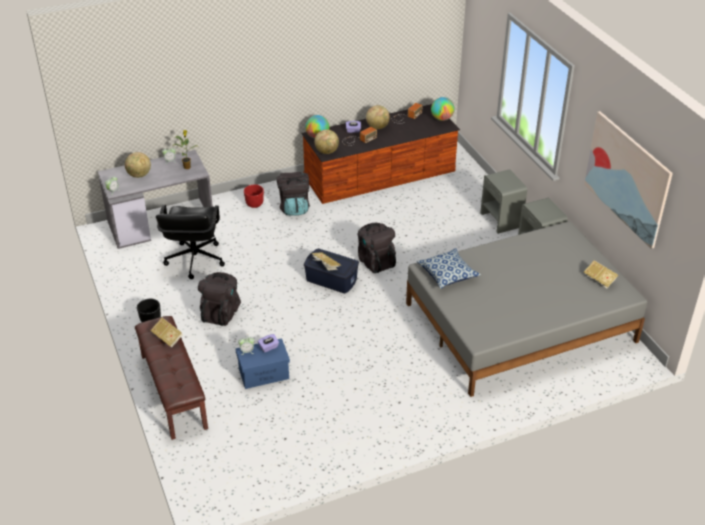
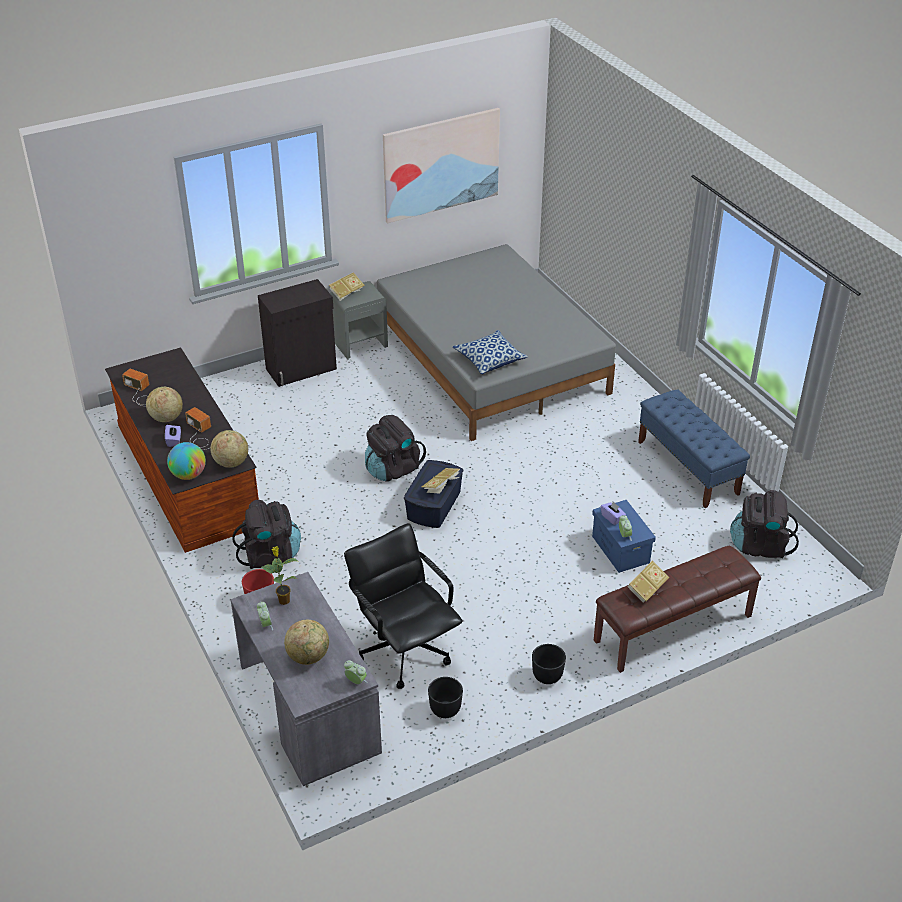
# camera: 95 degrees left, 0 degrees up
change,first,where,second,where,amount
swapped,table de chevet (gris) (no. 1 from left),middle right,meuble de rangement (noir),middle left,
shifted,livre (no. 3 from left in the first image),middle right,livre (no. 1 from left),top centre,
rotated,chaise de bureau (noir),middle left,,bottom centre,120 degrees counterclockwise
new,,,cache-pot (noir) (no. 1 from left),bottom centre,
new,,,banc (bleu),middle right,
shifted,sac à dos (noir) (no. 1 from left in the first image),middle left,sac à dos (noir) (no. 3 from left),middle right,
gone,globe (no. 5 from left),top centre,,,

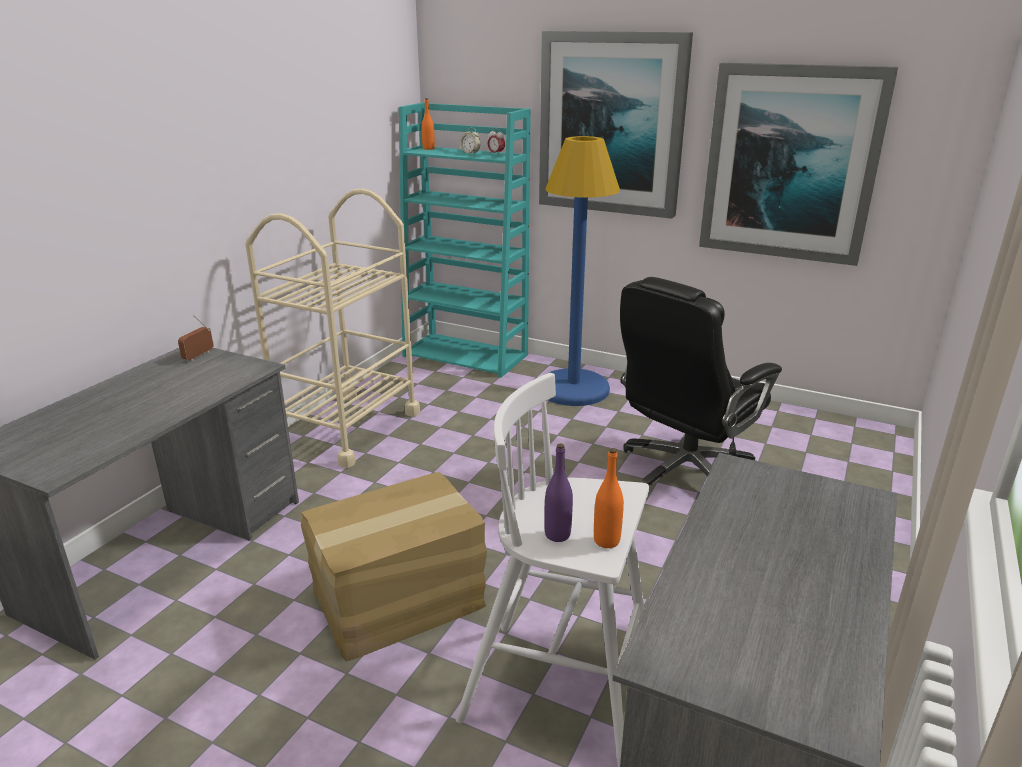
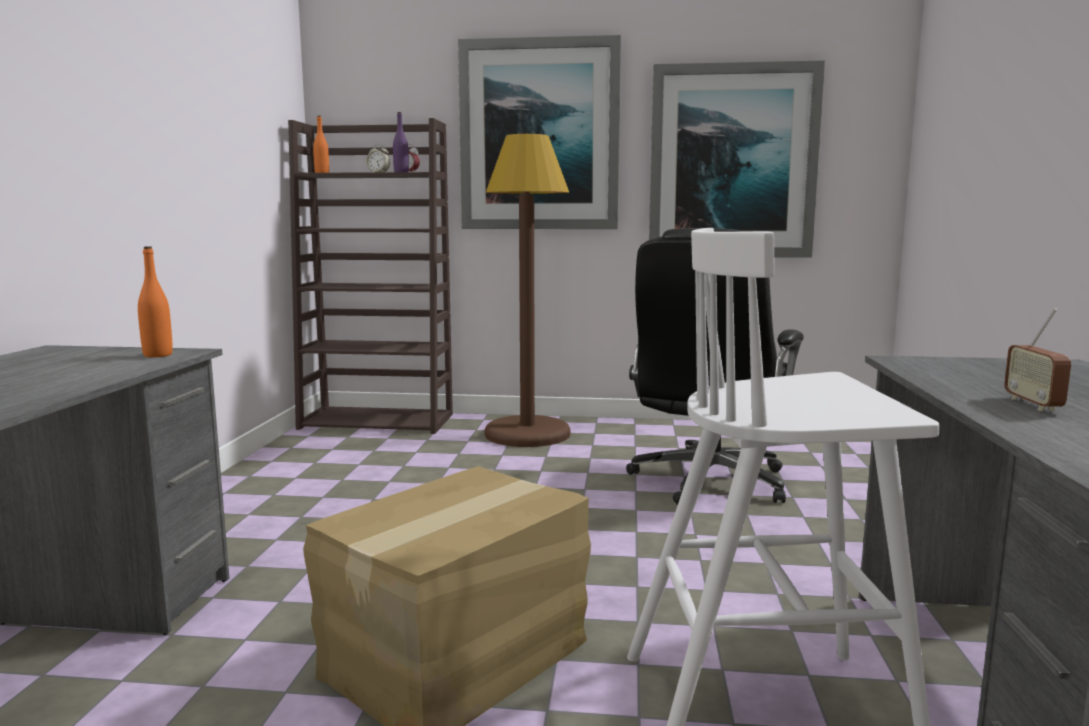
# camera: 20 degrees left, 15 degrees down
change,first,where,second,where,amount
shifted,bouteille (orange) (no. 2 from left in the first image),centre,bouteille (orange) (no. 1 from left),middle left,
repainted,bibliothèque (turquoise),top centre,bibliothèque (marron),centre,
shifted,bouteille (violet),centre,,top centre,
repainted,lampadaire (bleu),centre,lampadaire (marron),centre,
shifted,radio,middle left,,middle right,
gone,chariot (beige),middle left,,,

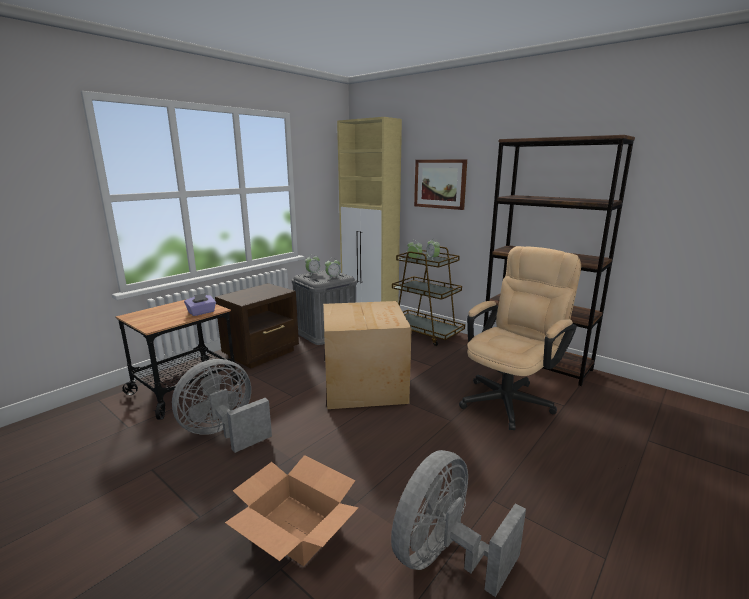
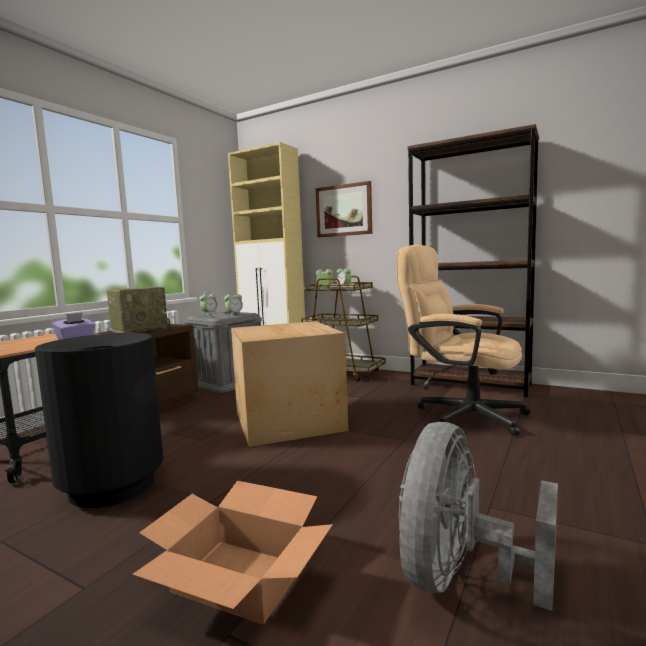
# camera: 10 degrees left, 10 degrees down
change,first,where,second,where,amount
swapped,ventilateur (gris) (no. 1 from left),bottom left,poubelle (noir),middle left,
new,,,radio,middle left,
rotated,chaise de bureau (beige),middle right,,middle right,90 degrees counterclockwise

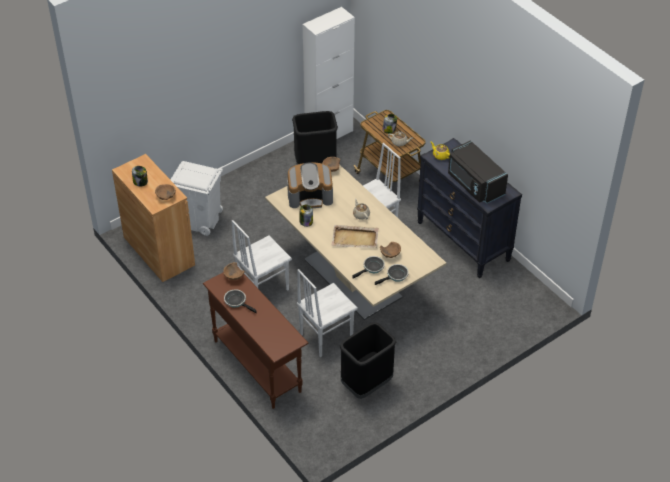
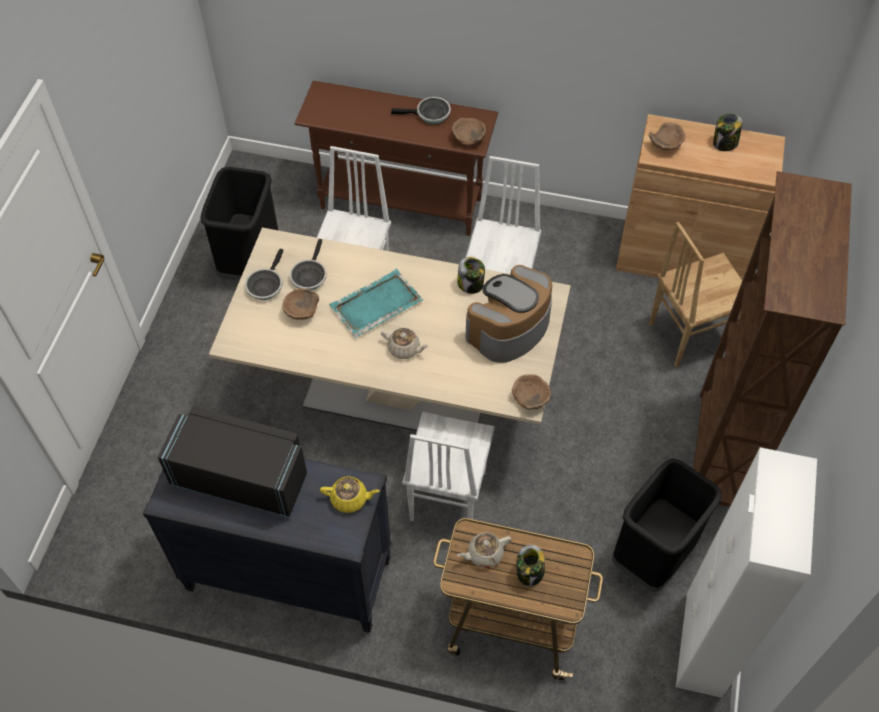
# camera: 140 degrees right, 10 degrees up
change,first,where,second,where,amount
repainted,plateau (beige),centre,plateau (turquoise),centre,
swapped,poubelle (blanc),middle left,chaise (marron),middle right,
new,,,bibliothèque (marron),middle right,

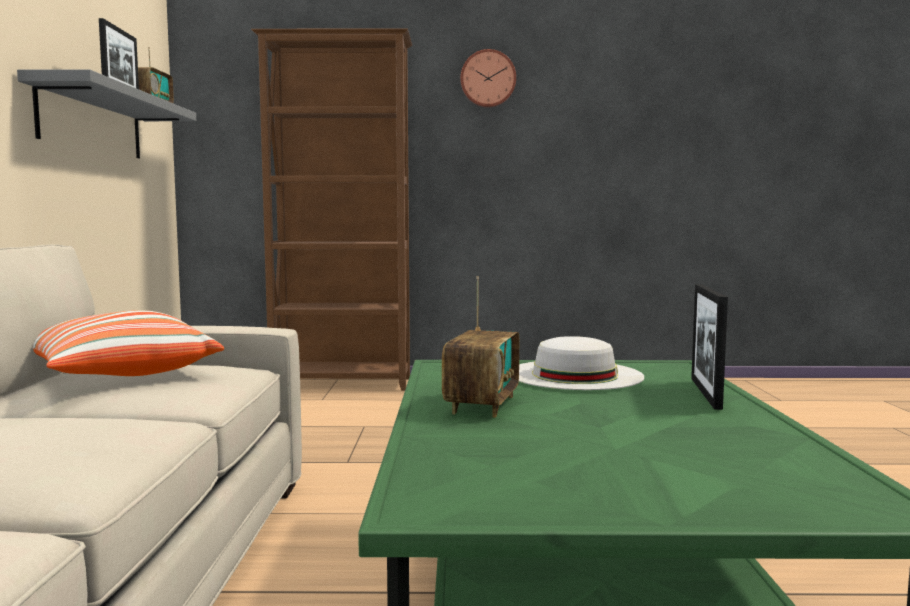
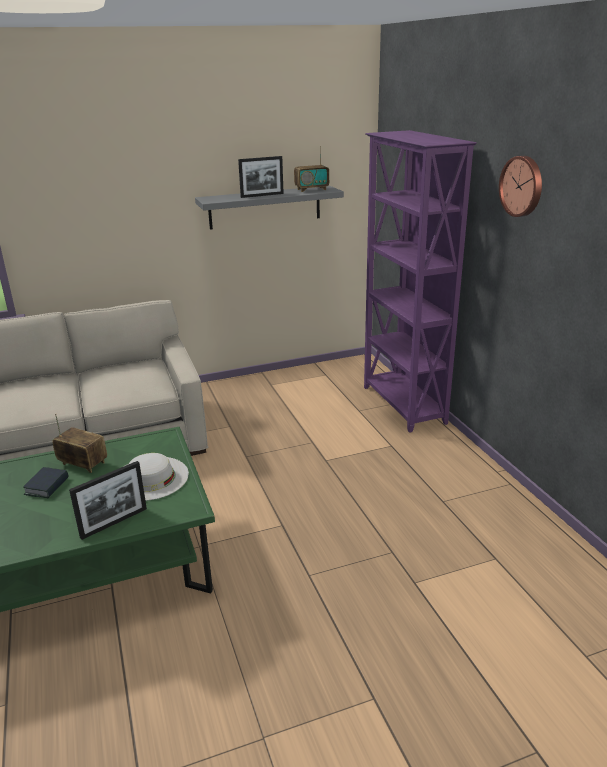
# camera: 70 degrees right, 20 degrees up
change,first,where,second,where,amount
new,,,livre,middle left,
rotated,radio (no. 2 from left in the first image),centre,radio (no. 1 from left),middle left,150 degrees counterclockwise
rotated,cadre photo (no. 2 from left in the first image),middle right,cadre photo (no. 1 from left),middle left,150 degrees clockwise
repainted,bibliothèque (marron),centre,bibliothèque (violet),middle right,
gone,coussin,middle left,,,

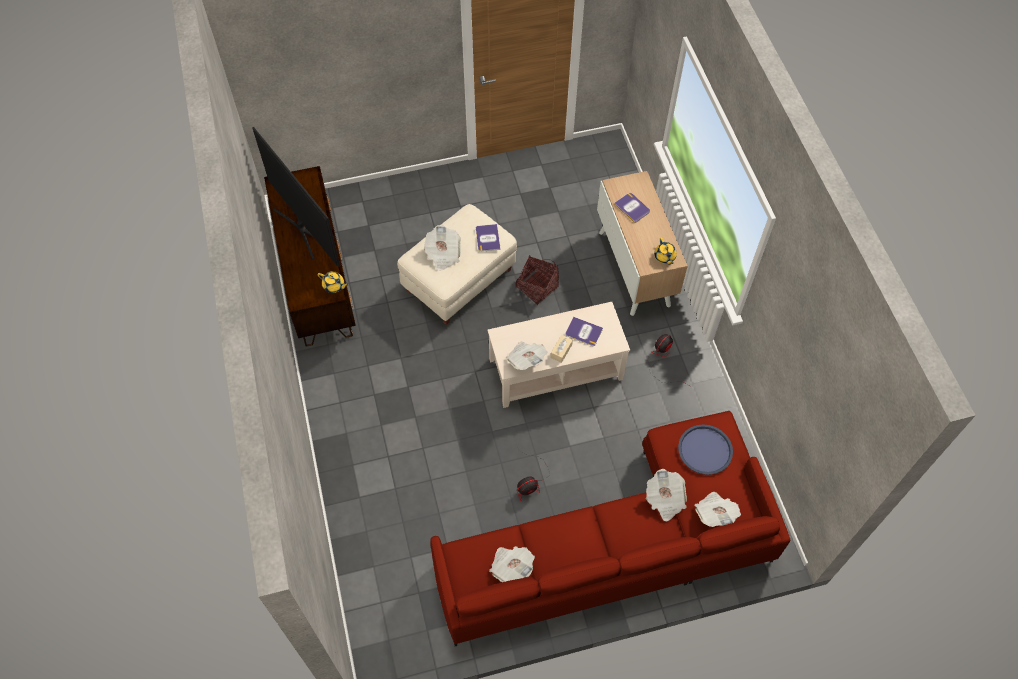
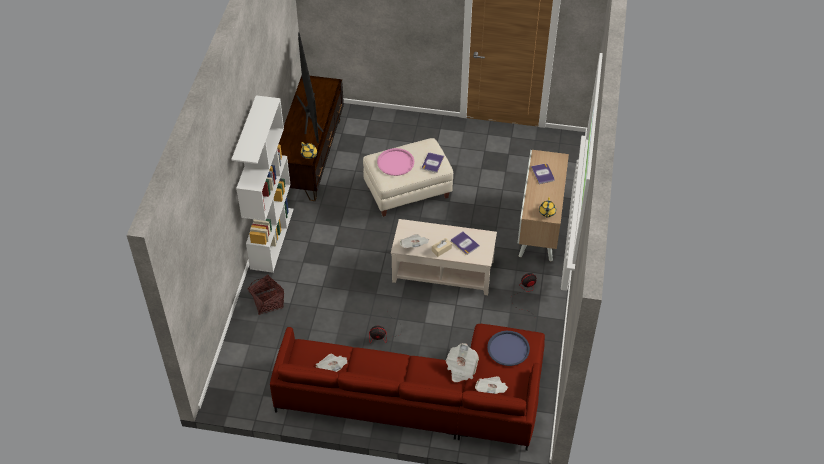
# camera: 25 degrees right, 10 degrees down
change,first,where,second,where,amount
new,,,bibliothèque (blanc),middle left,
shifted,panier,centre,,middle left,
swapped,journal (no. 1 from left),centre,plateau (rose),centre,

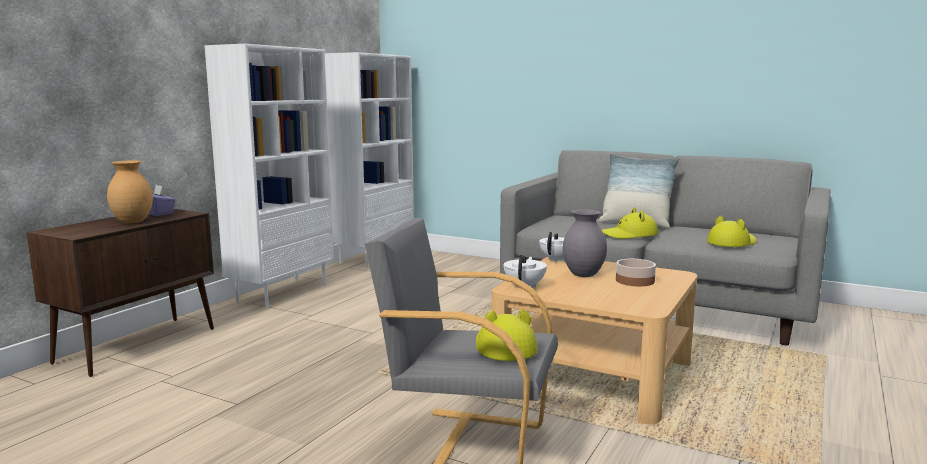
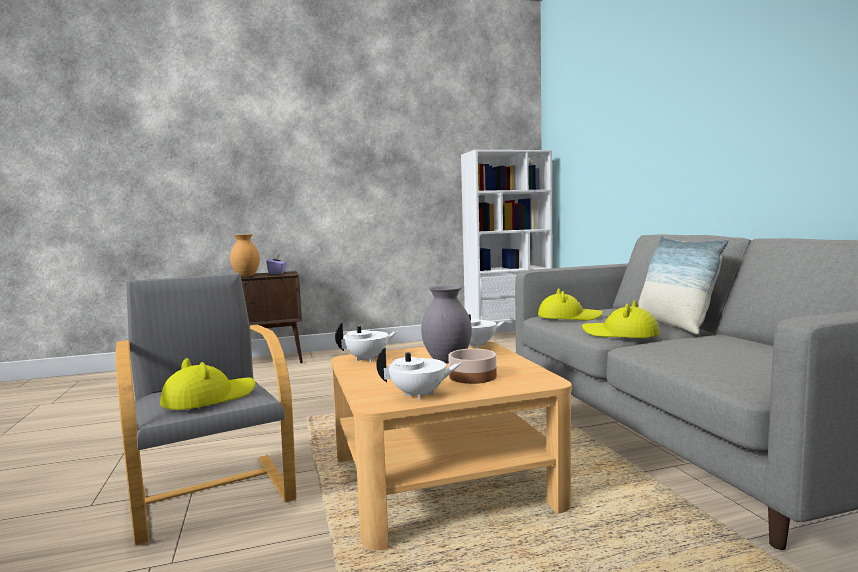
# camera: 45 degrees right, 5 degrees down
change,first,where,second,where,amount
new,,,théière (blanc) (no. 2 from left),centre,
shifted,chapeau (jaune) (no. 3 from left in the first image),middle right,chapeau (jaune) (no. 2 from left),centre,
gone,bibliothèque (blanc) (no. 1 from left),middle left,,,

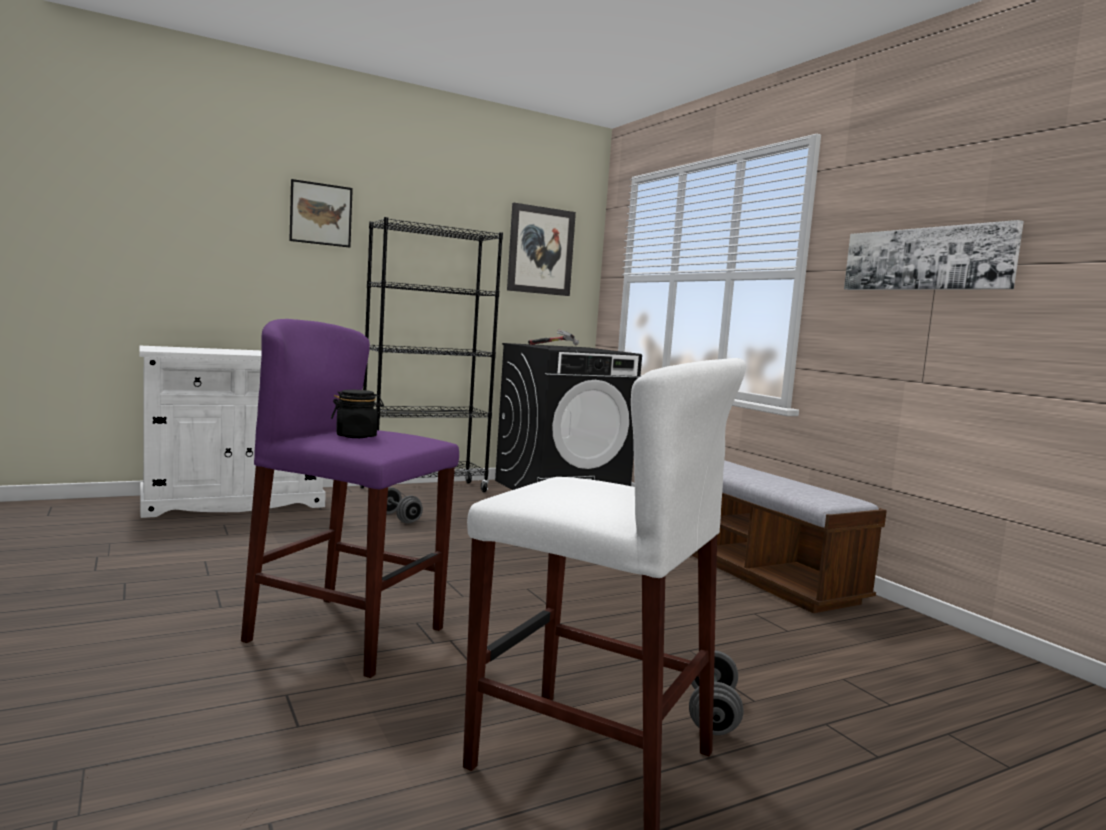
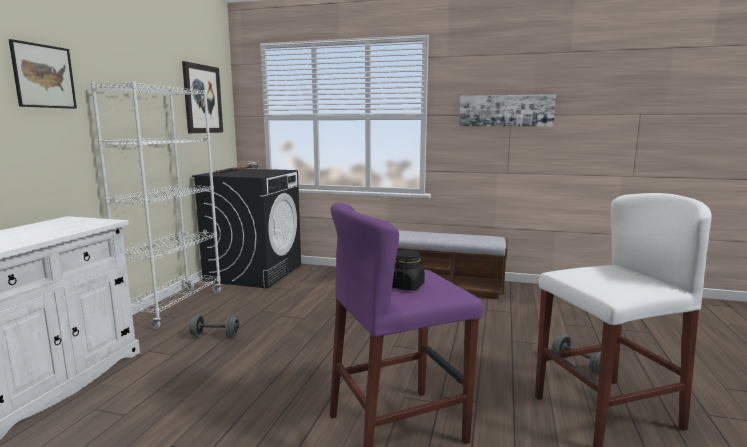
# camera: 45 degrees left, 5 degrees up
change,first,where,second,where,amount
repainted,bibliothèque (noir),centre,bibliothèque (blanc),middle left,

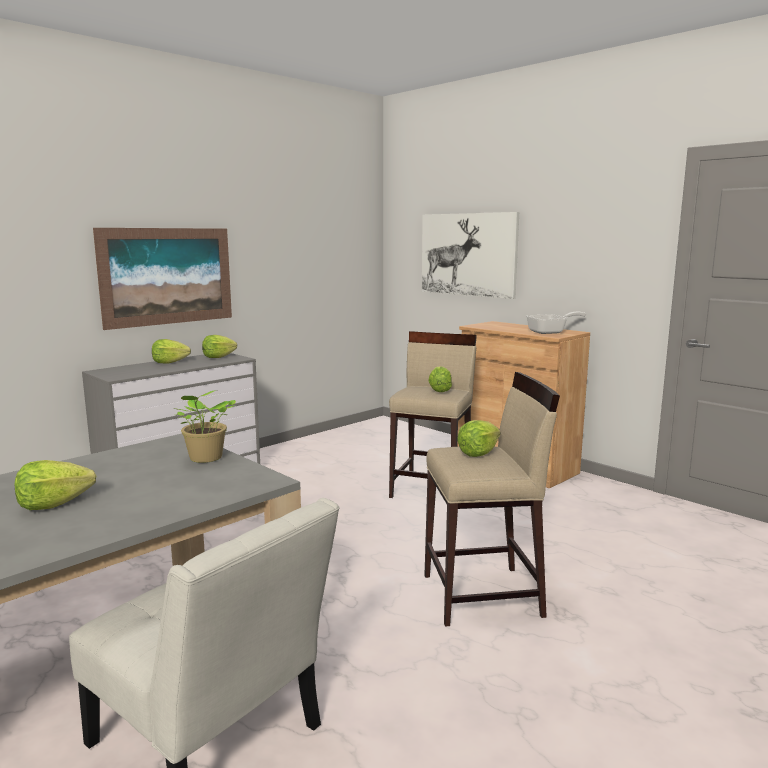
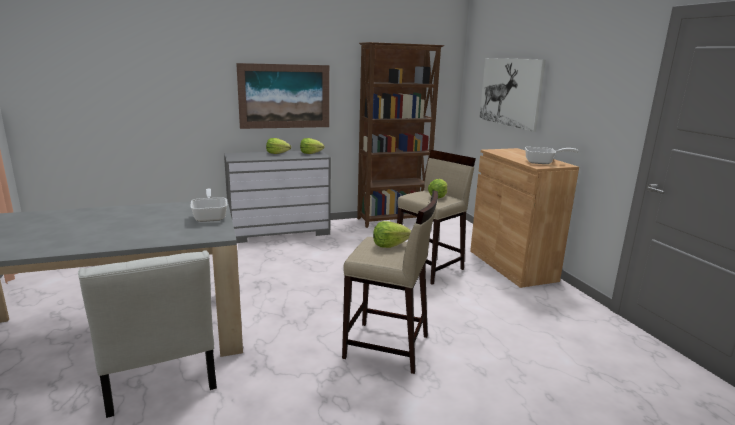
# camera: 25 degrees right, 5 degrees up
change,first,where,second,where,amount
swapped,plante en pot,middle left,poêle (no. 1 from left),middle left,
new,,,bibliothèque (marron),top centre,
gone,laitue (no. 1 from left),middle left,,,

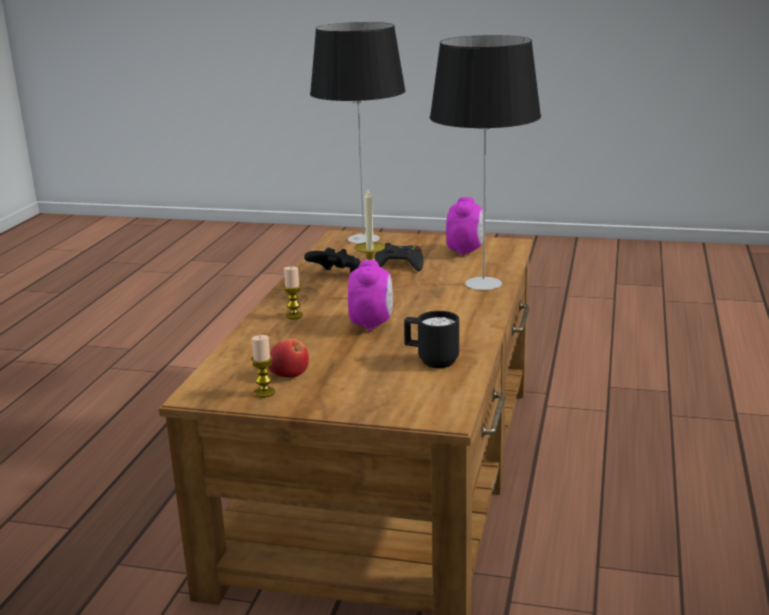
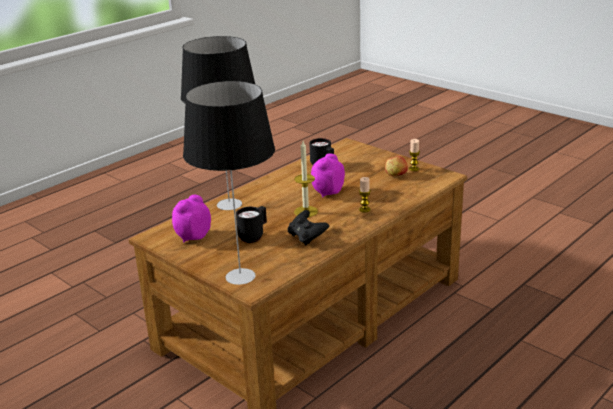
# camera: 150 degrees left, 5 degrees up
change,first,where,second,where,amount
swapped,manette (noir) (no. 2 from left),centre,mug (noir) (no. 1 from left),centre,

